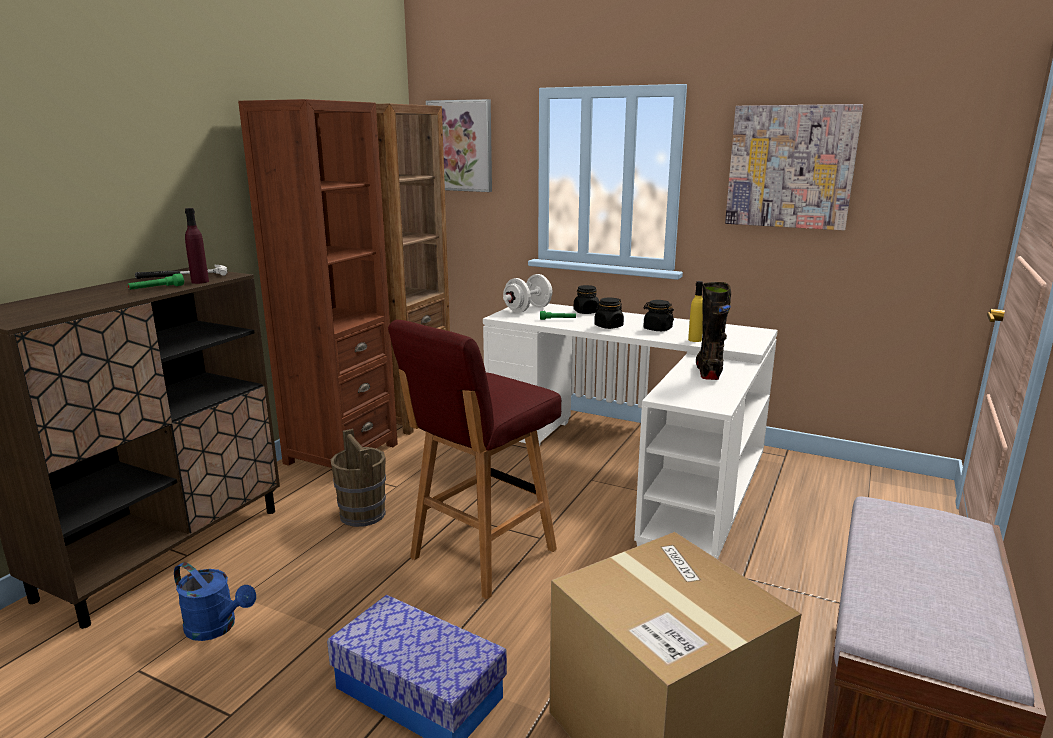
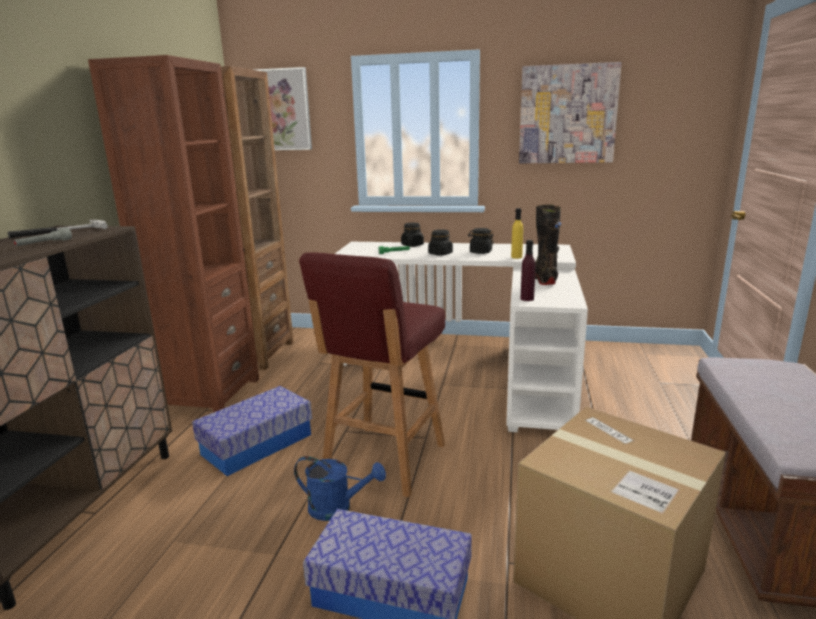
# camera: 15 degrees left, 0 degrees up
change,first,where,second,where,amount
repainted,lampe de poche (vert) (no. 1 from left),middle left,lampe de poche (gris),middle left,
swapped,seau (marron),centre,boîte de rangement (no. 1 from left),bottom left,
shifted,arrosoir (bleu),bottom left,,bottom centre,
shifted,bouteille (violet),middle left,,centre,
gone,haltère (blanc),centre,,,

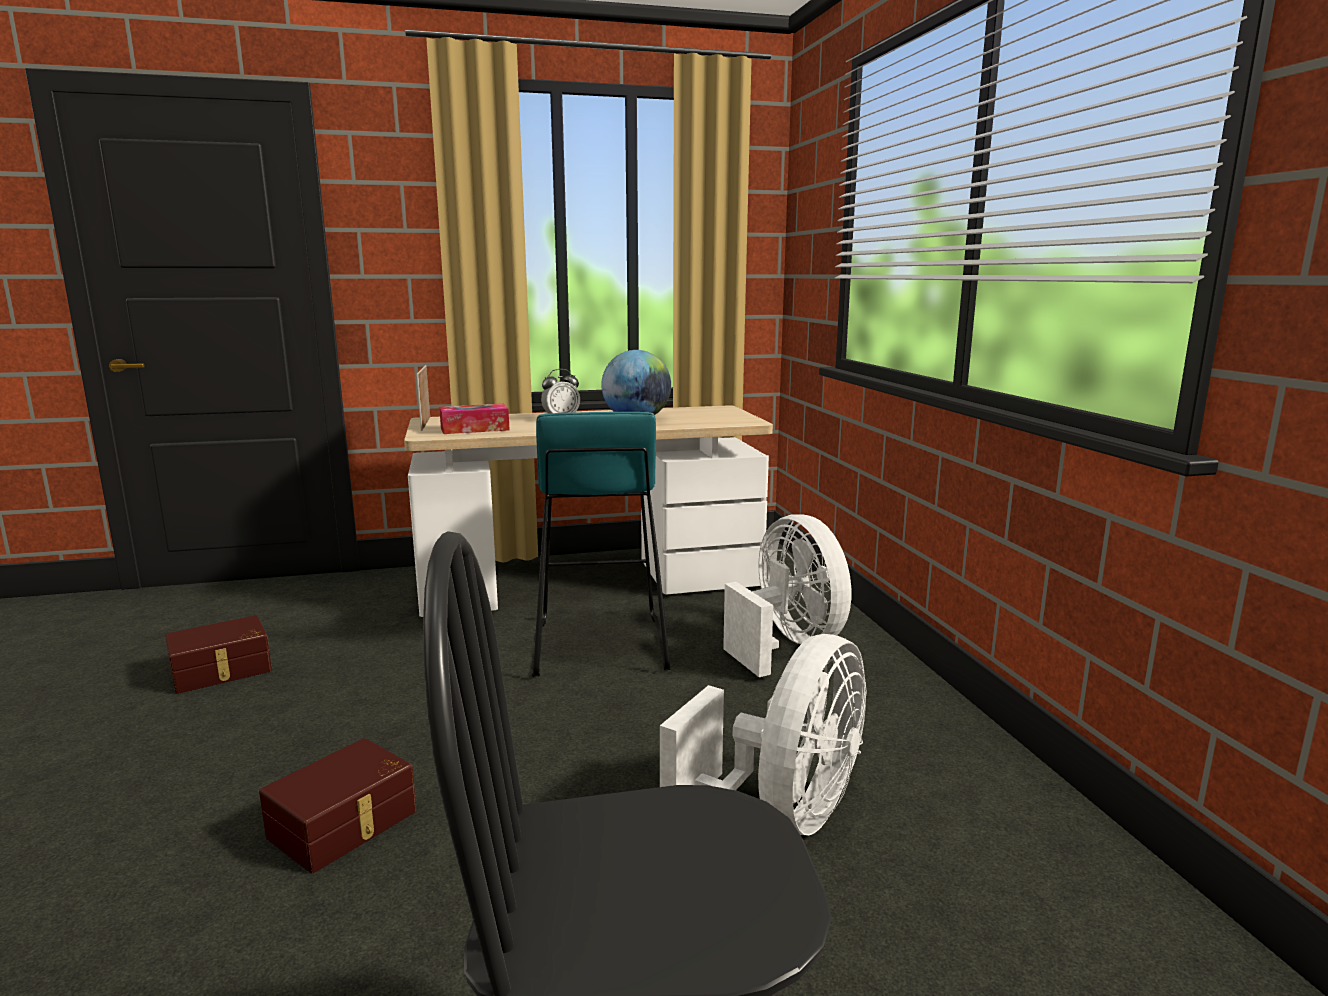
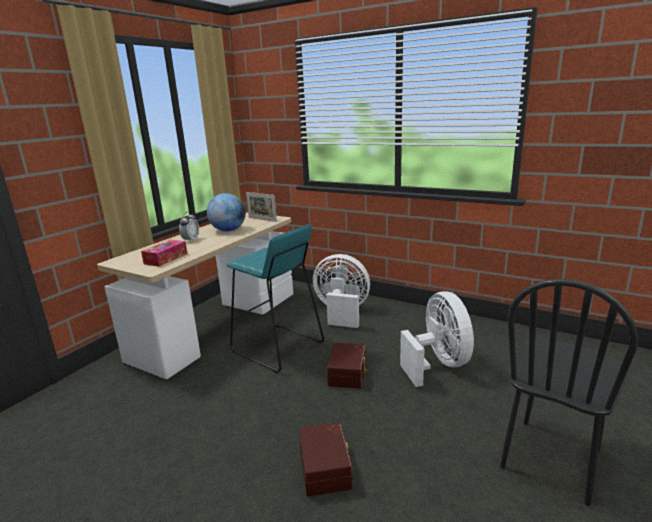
# camera: 45 degrees left, 5 degrees up
change,first,where,second,where,amount
shifted,cadre photo,middle left,,centre,
shifted,boîte de rangement (marron) (no. 1 from left in the first image),middle left,boîte de rangement (marron) (no. 2 from left),bottom centre,

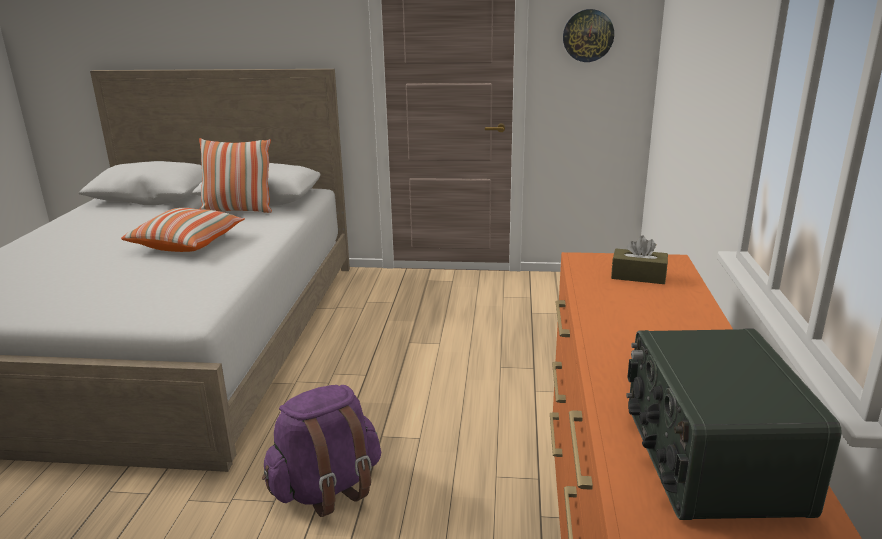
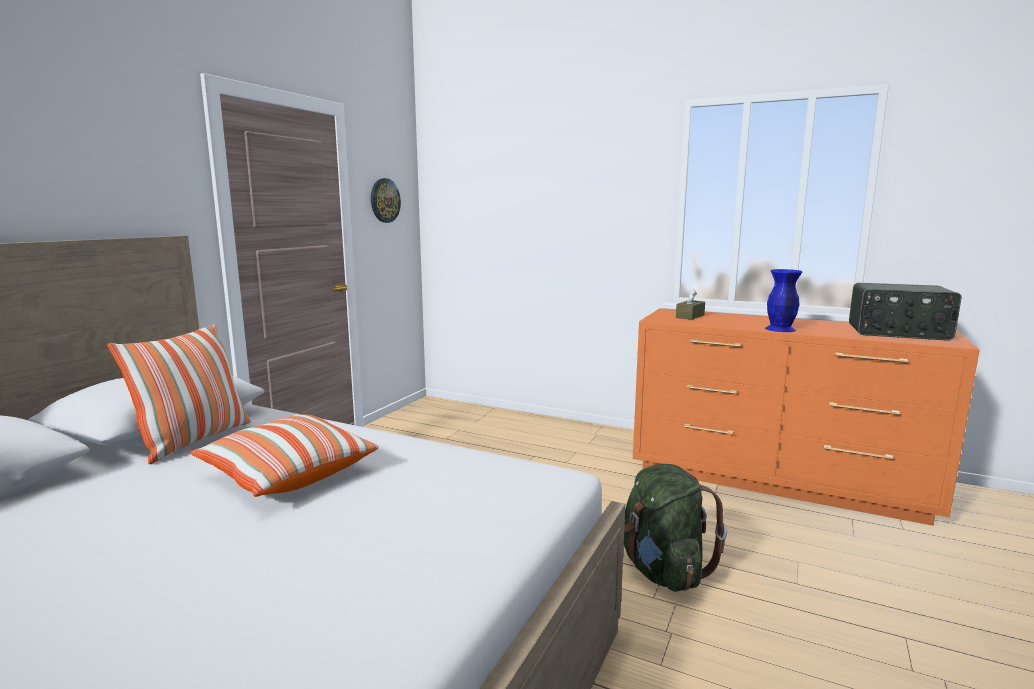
# camera: 70 degrees left, 10 degrees down
change,first,where,second,where,amount
repainted,sac à dos (violet),bottom centre,sac à dos (vert),bottom centre,
new,,,vase (bleu),middle right,

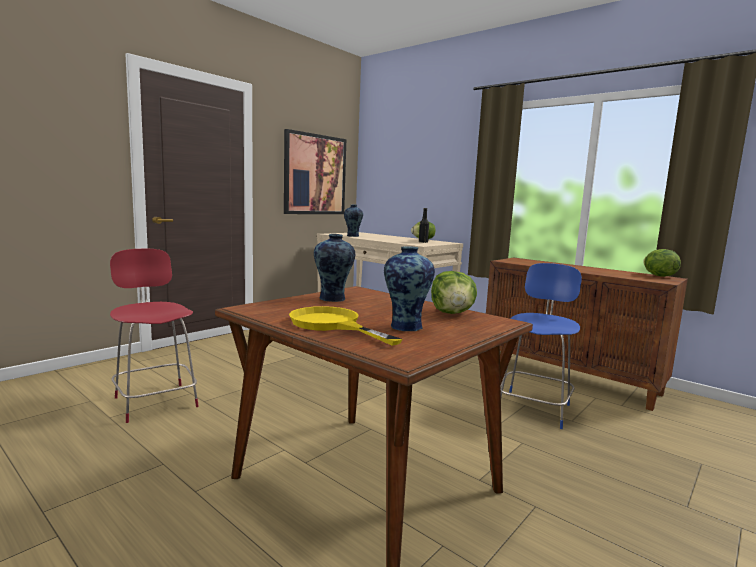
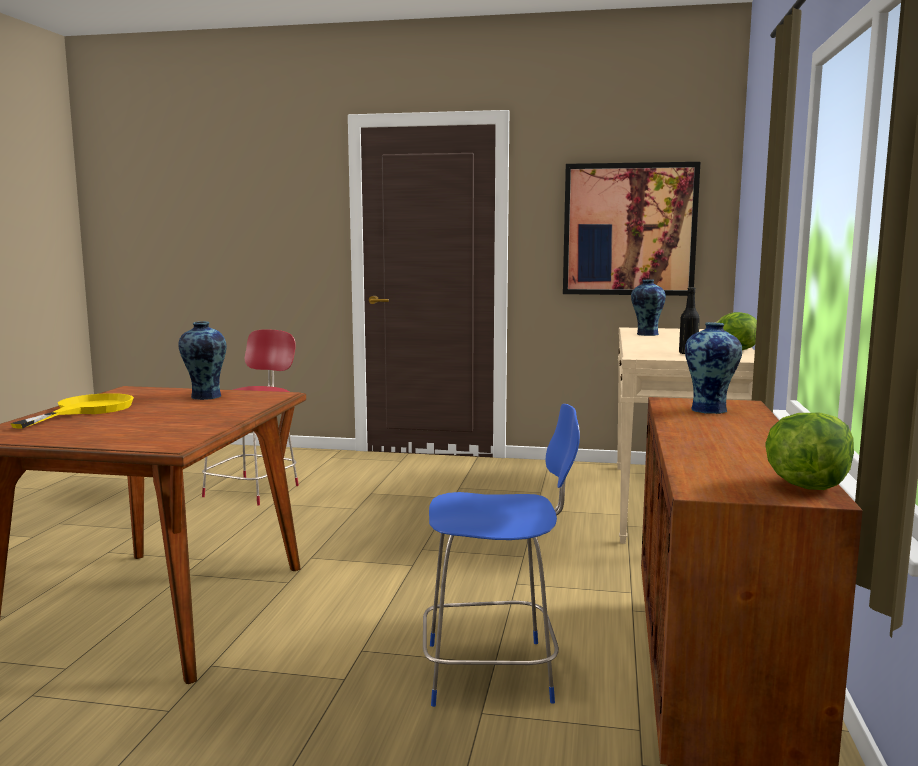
# camera: 60 degrees right, 0 degrees up
change,first,where,second,where,amount
shifted,vase (no. 3 from left),centre,,middle right,
gone,laitue (no. 2 from left),centre,,,

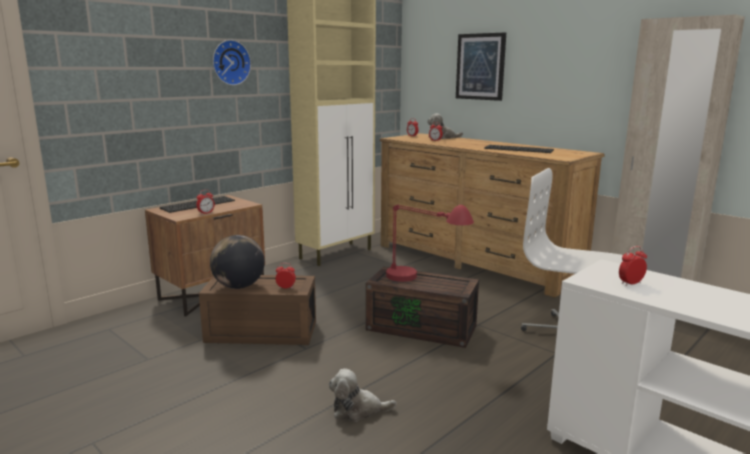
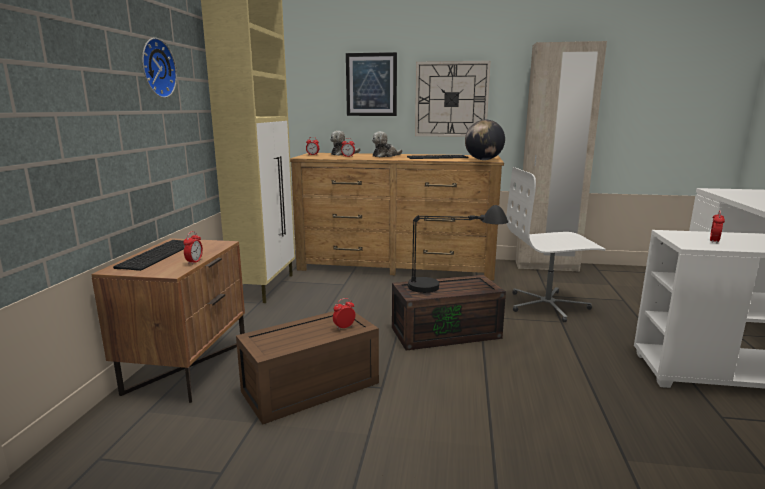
# camera: 35 degrees left, 0 degrees up
change,first,where,second,where,amount
shifted,peluche (no. 1 from left in the first image),bottom centre,peluche (no. 2 from left),top centre,
repainted,lampe de table (rouge),centre,lampe de table (noir),centre,
new,,,horloge murale (no. 2 from left),top centre,
shifted,globe,middle left,,top centre,

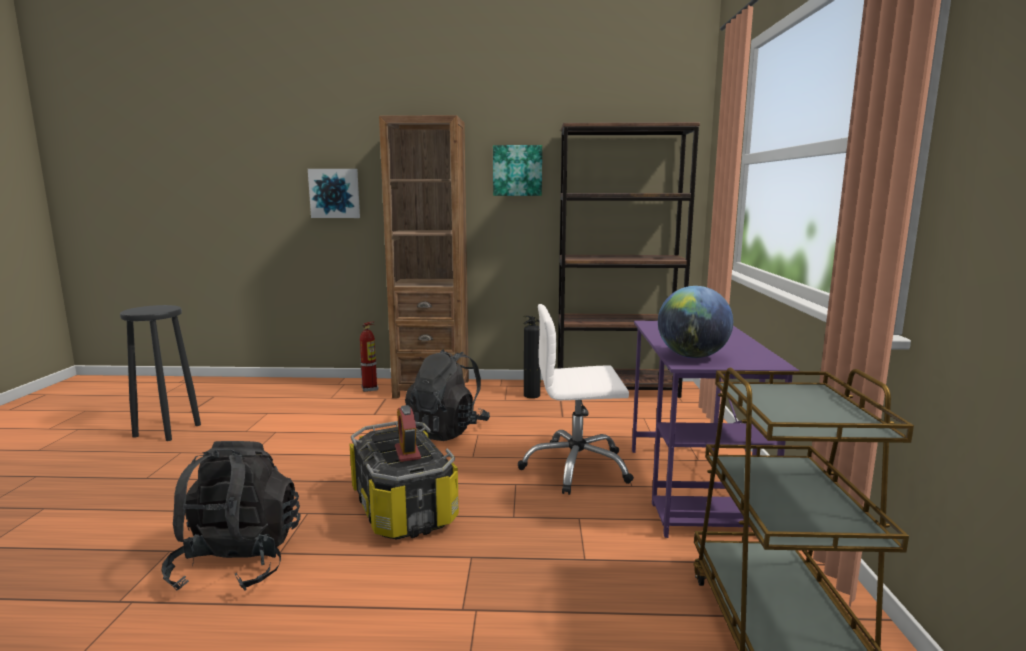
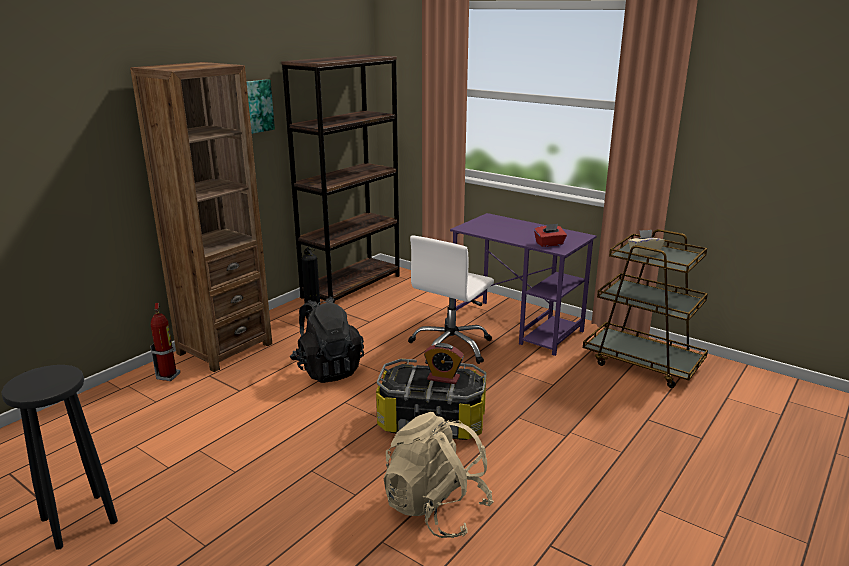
# camera: 55 degrees left, 10 degrees up
change,first,where,second,where,amount
repainted,sac à dos (noir) (no. 1 from left),bottom left,sac à dos (beige),bottom centre,
swapped,globe,middle right,boîte à mouchoirs (rouge),centre,
new,,,boîte à mouchoirs (beige),middle right,
gone,tableau (no. 1 from left),top left,,,

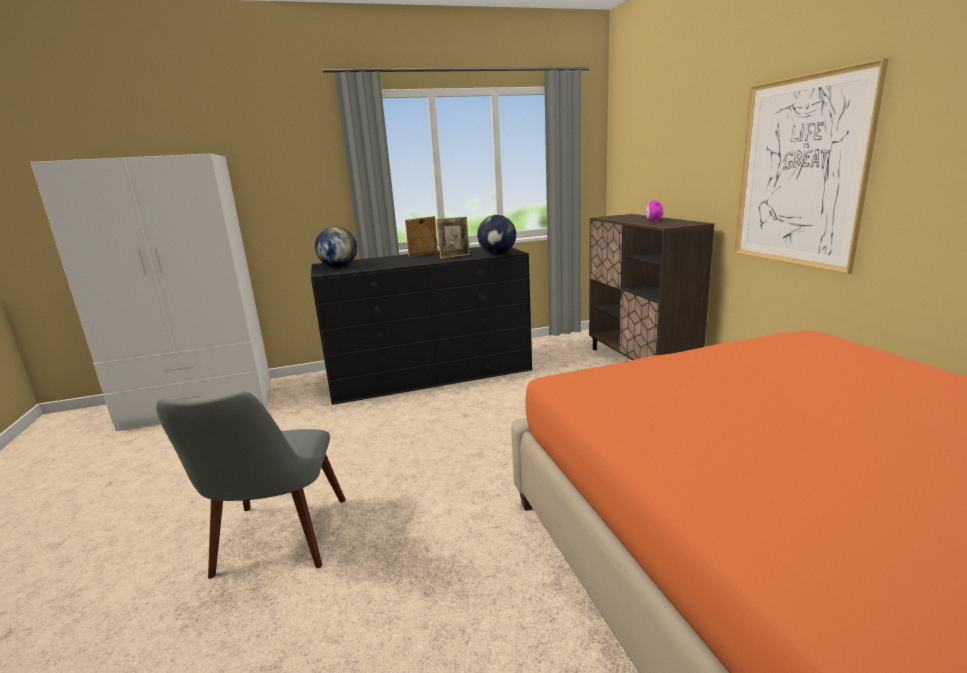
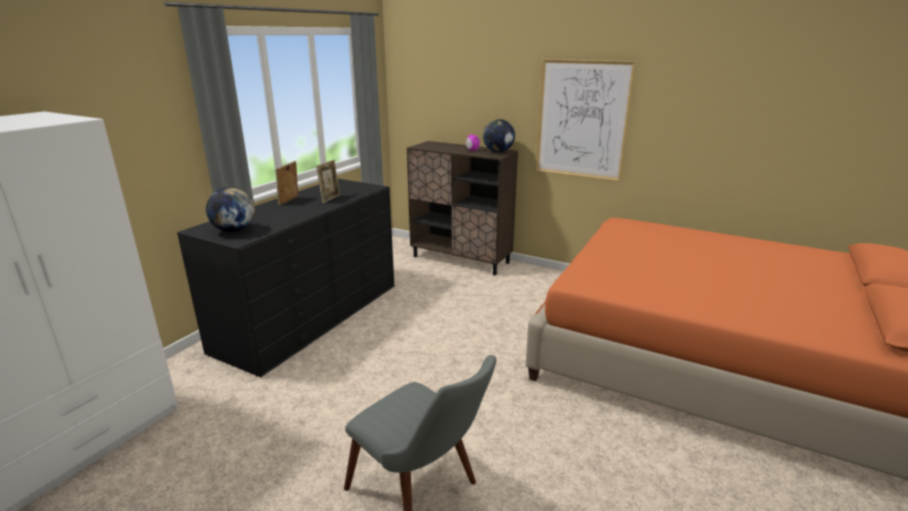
# camera: 45 degrees left, 5 degrees up
change,first,where,second,where,amount
shifted,globe (no. 2 from left),centre,,top centre,

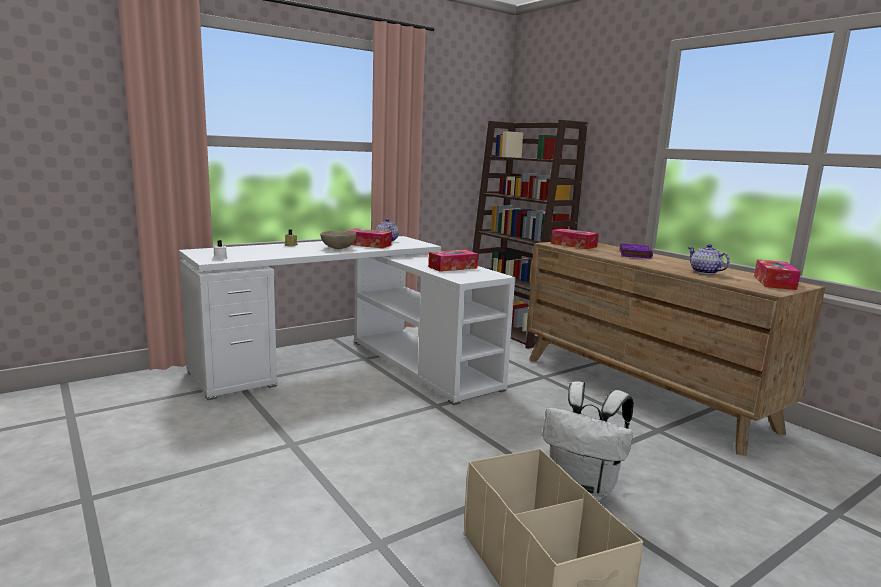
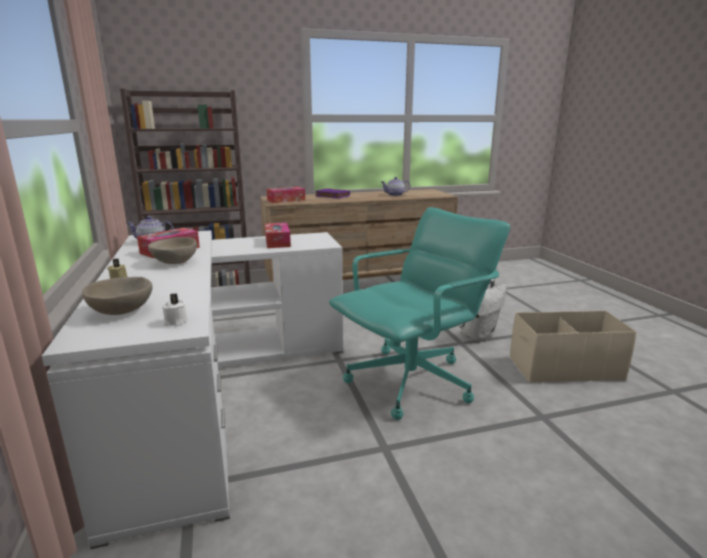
# camera: 70 degrees left, 5 degrees up
change,first,where,second,where,amount
new,,,bol (beige) (no. 1 from left),middle left,
new,,,chaise de bureau (turquoise),centre,
gone,boîte à mouchoirs (no. 4 from left),middle right,,,

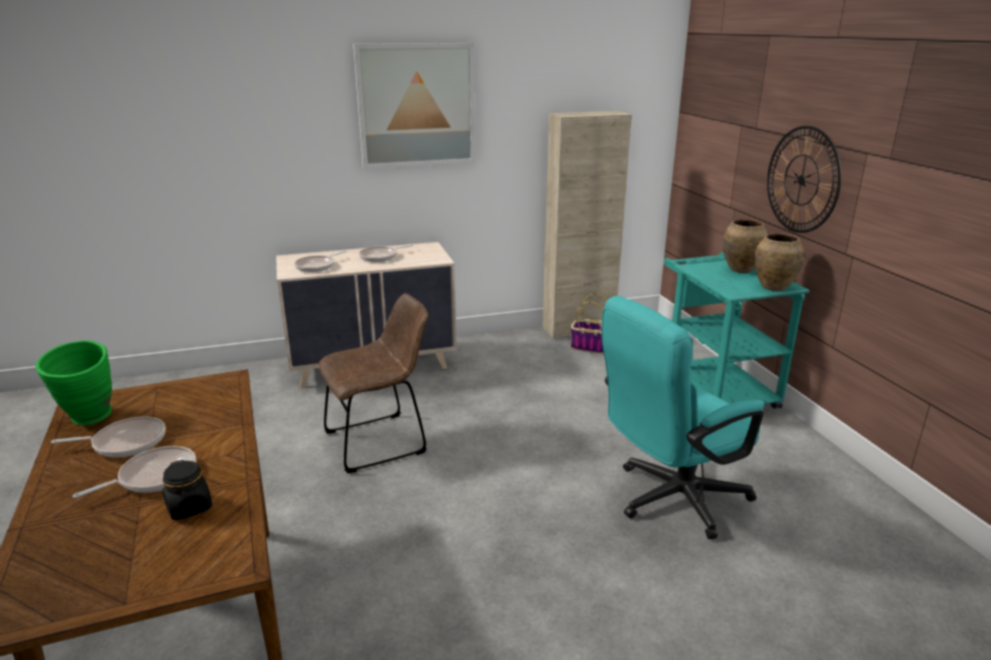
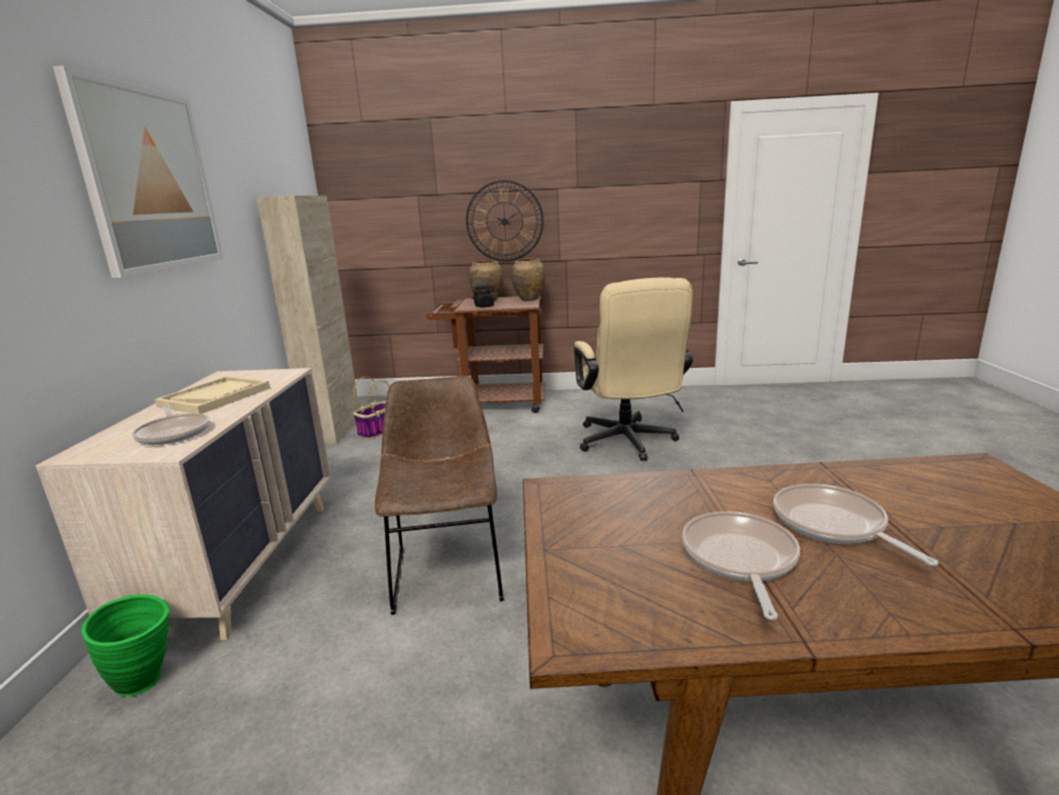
# camera: 70 degrees left, 5 degrees down
change,first,where,second,where,amount
shifted,vase (vert),middle left,,bottom left,
swapped,poêle (no. 4 from left),centre,plateau (beige),middle left,
repainted,chariot (turquoise),middle right,chariot (marron),centre,
shifted,bocal (noir),bottom left,,centre,
repainted,chaise de bureau (turquoise),middle right,chaise de bureau (beige),centre,

